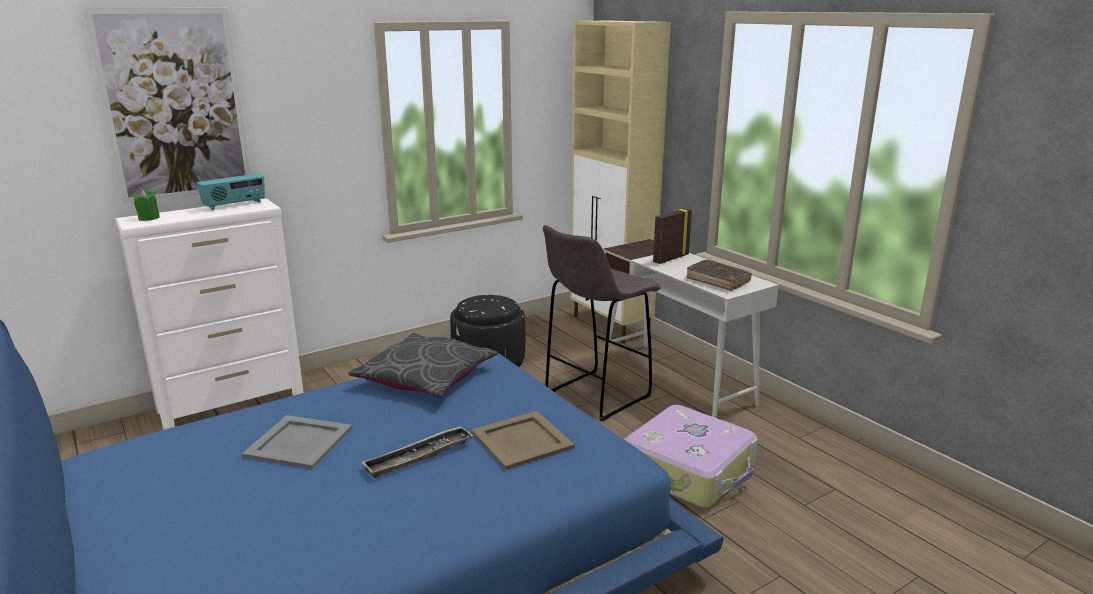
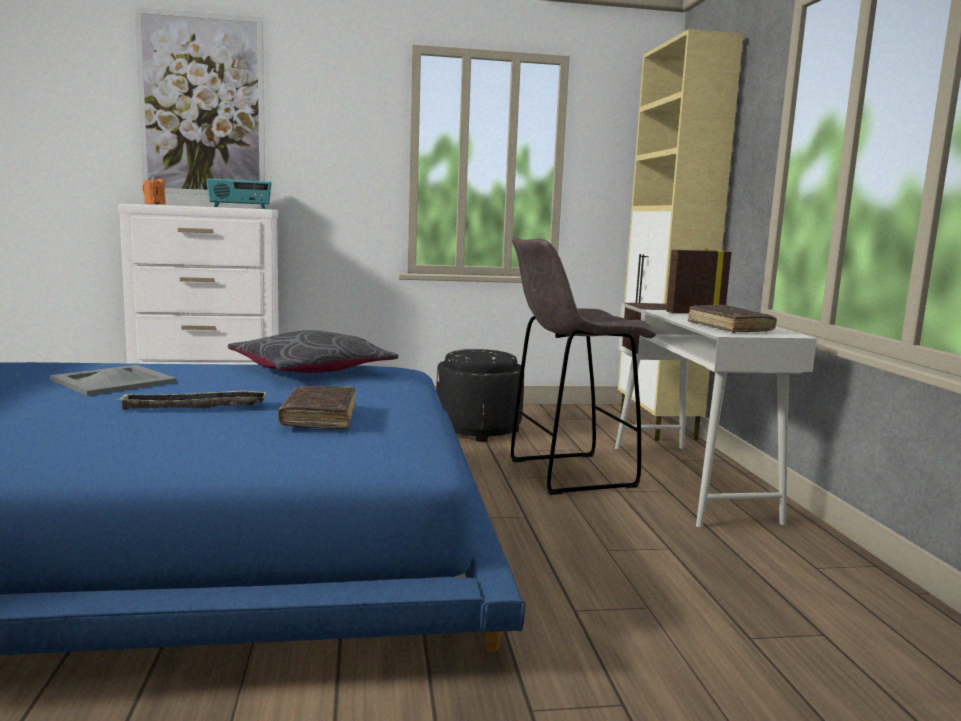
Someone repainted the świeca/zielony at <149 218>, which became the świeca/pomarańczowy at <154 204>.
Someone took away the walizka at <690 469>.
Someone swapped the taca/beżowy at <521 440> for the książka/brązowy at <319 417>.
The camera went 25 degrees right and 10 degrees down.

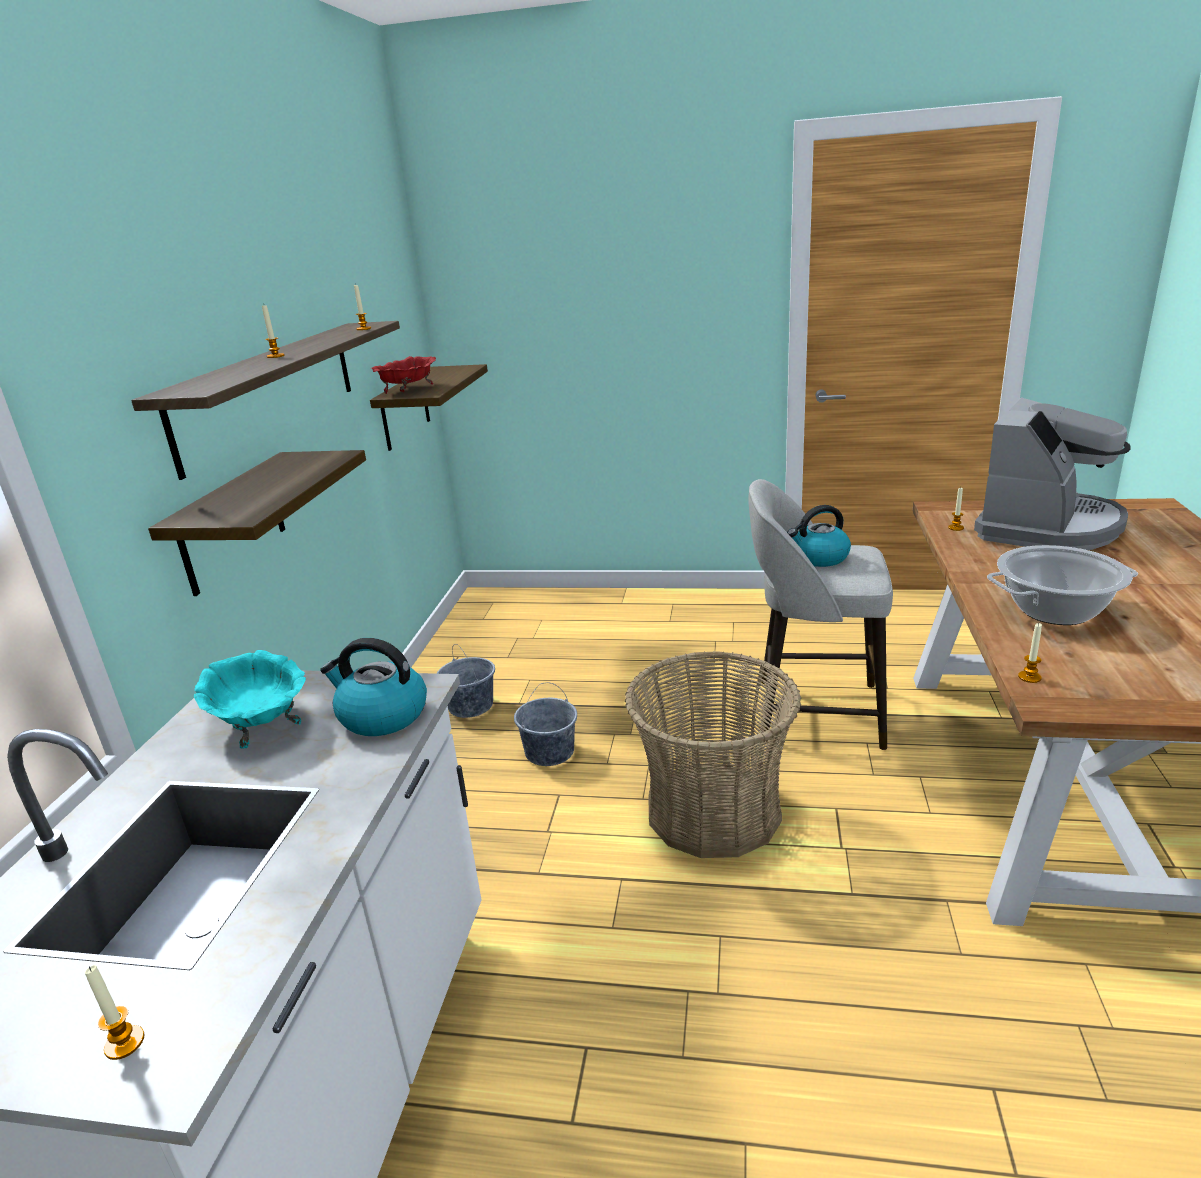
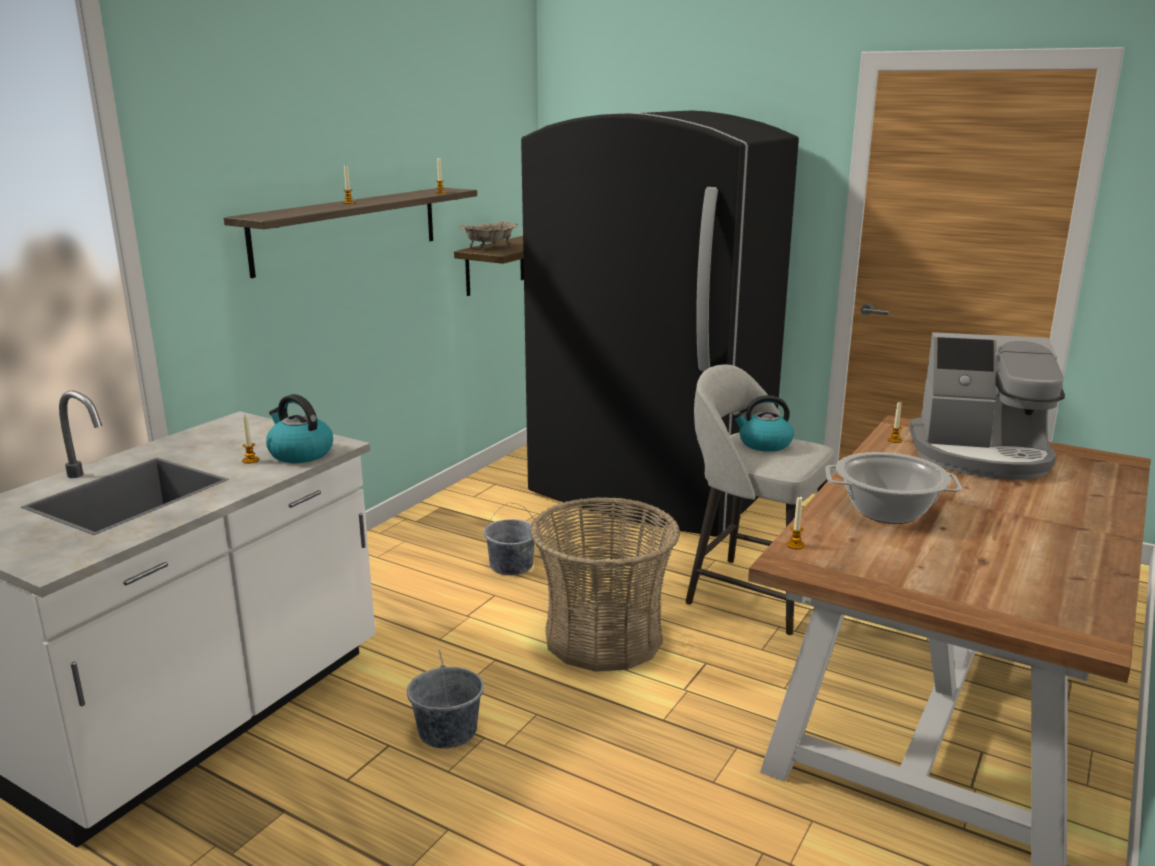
Someone repainted the miska/czerwony at <408 390>, which became the miska/beżowy at <490 248>.
Someone rotated the ekspres do kawy at <1047 527> by 45 degrees clockwise.
Someone took away the półka at <232 523>.
Someone carried the wiadro/szary from <471 706> to <447 731>.
Someone took away the miska/turkusowy at <259 723>.
Someone carried the świeca from <124 1043> to <250 460>.
Someone put down the lodówka/czarny at <649 492>.
The camera went 20 degrees right and 5 degrees down.

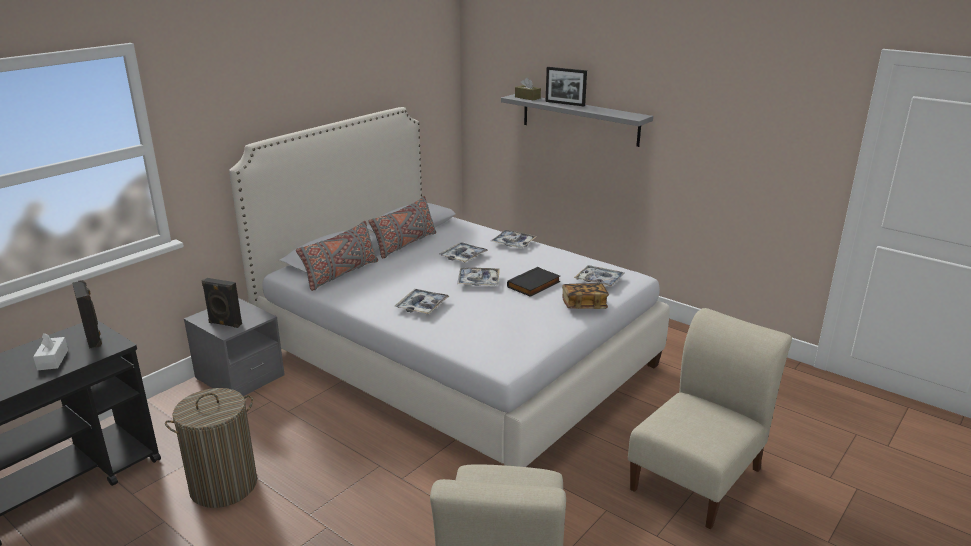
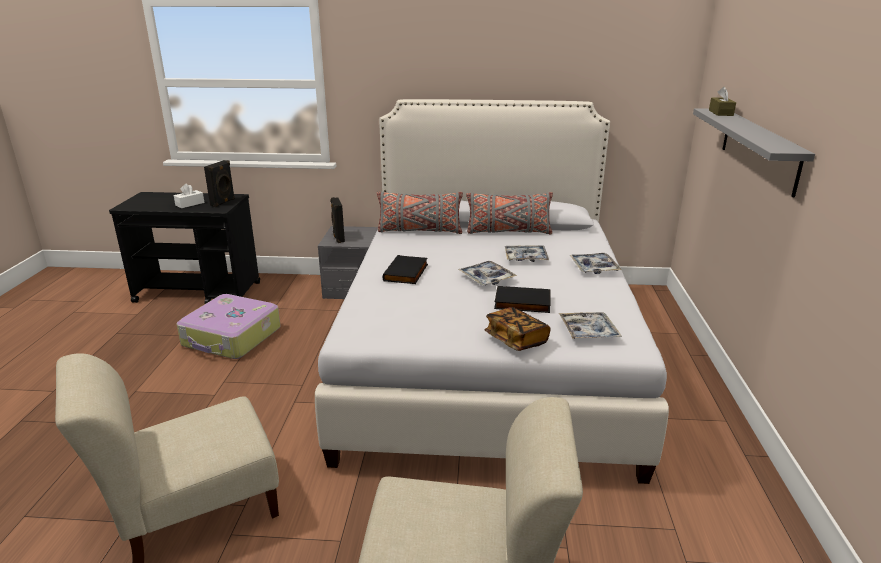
Someone took away the ramka na zdjęcie at <565 103>.
Someone swapped the taca at <422 306> for the książka/czarny at <407 273>.
Someone swapped the kosz na pranie at <224 486> for the walizka at <232 337>.
The camera went 55 degrees right and 0 degrees up.

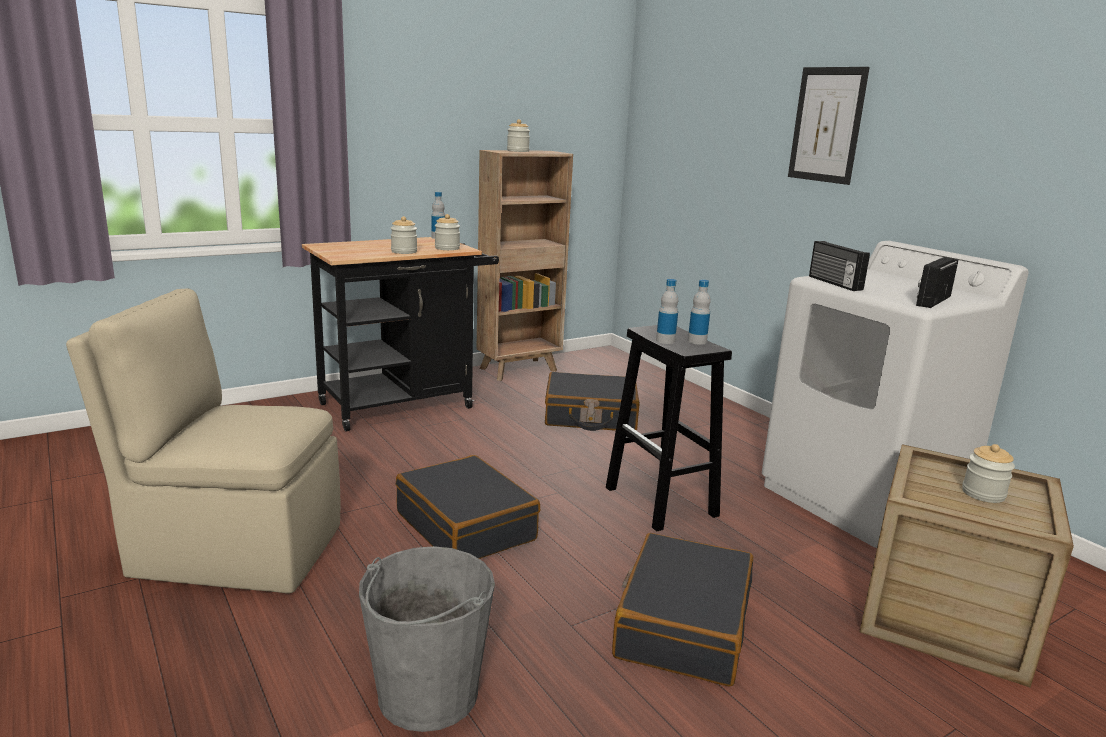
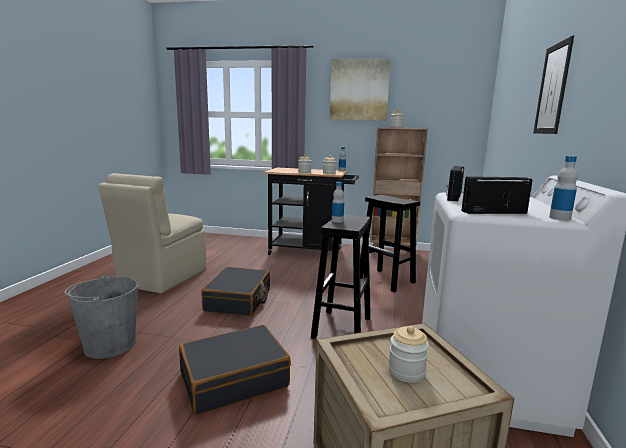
Someone carried the butelka from <697 341> to <559 218>.
Someone rotated the krzesło/beżowy at <234 549> by 120 degrees counterclockwise.
Someone swapped the walizka/czarny at <590 416> for the stołek/czarny at <387 280>.
Someone put up the obraz at <359 90>.
The camera went 45 degrees right and 5 degrees down.

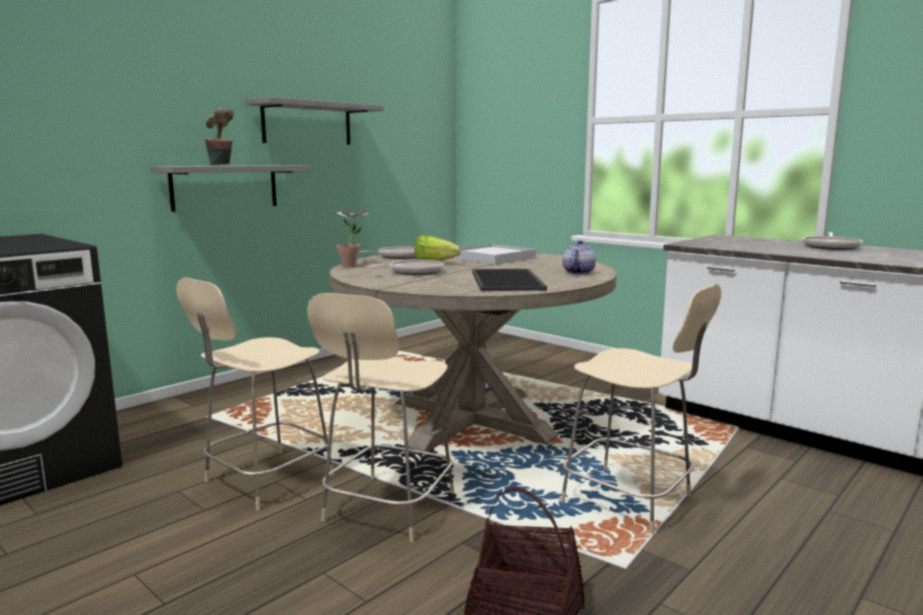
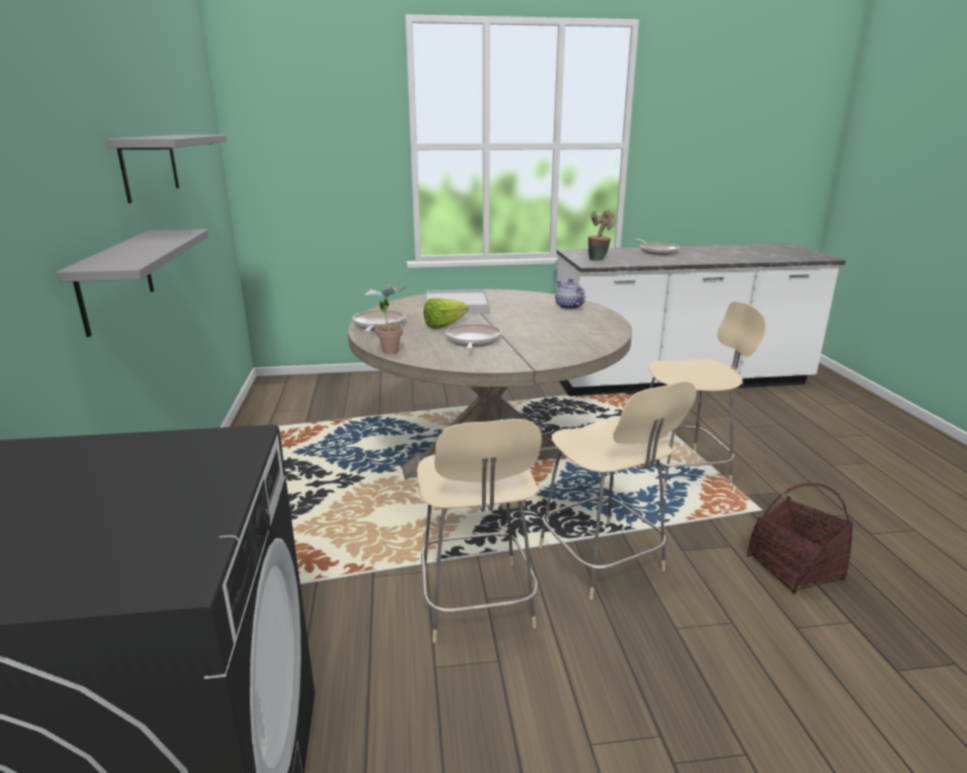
Someone carried the roślina doniczkowa from <221 165> to <598 259>.
Someone took away the taca at <508 281>.
The camera went 50 degrees left and 10 degrees up.

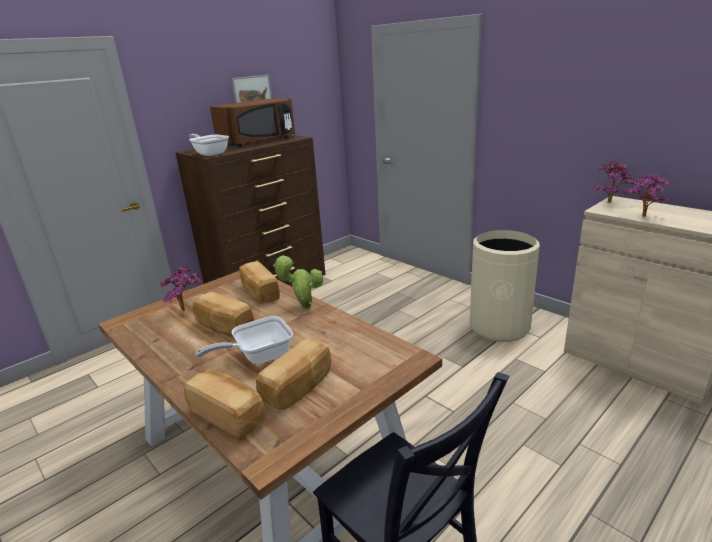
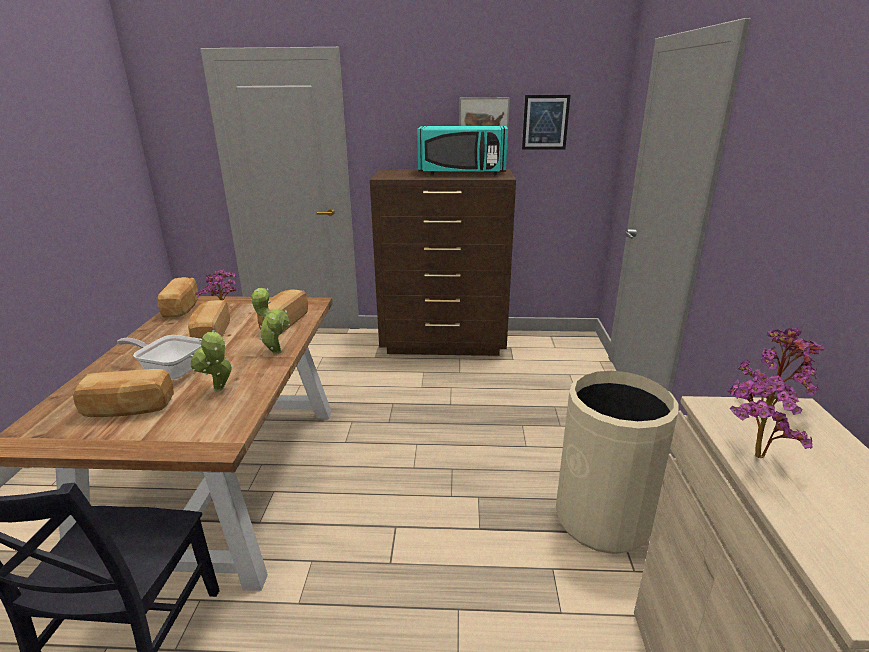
Someone repainted the mikrofalówka/brązowy at <259 141>, which became the mikrofalówka/turkusowy at <462 173>.
Someone took away the patelnia at <210 153>.
Someone carried the chleb from <228 416> to <183 308>.
Someone put up the obraz at <545 122>.
Someone put down the roślina doniczkowa at <219 390>.
The camera went 45 degrees right and 0 degrees up.

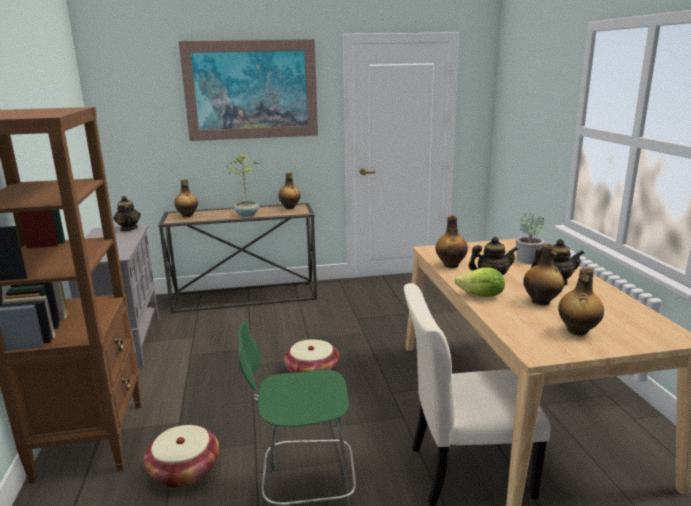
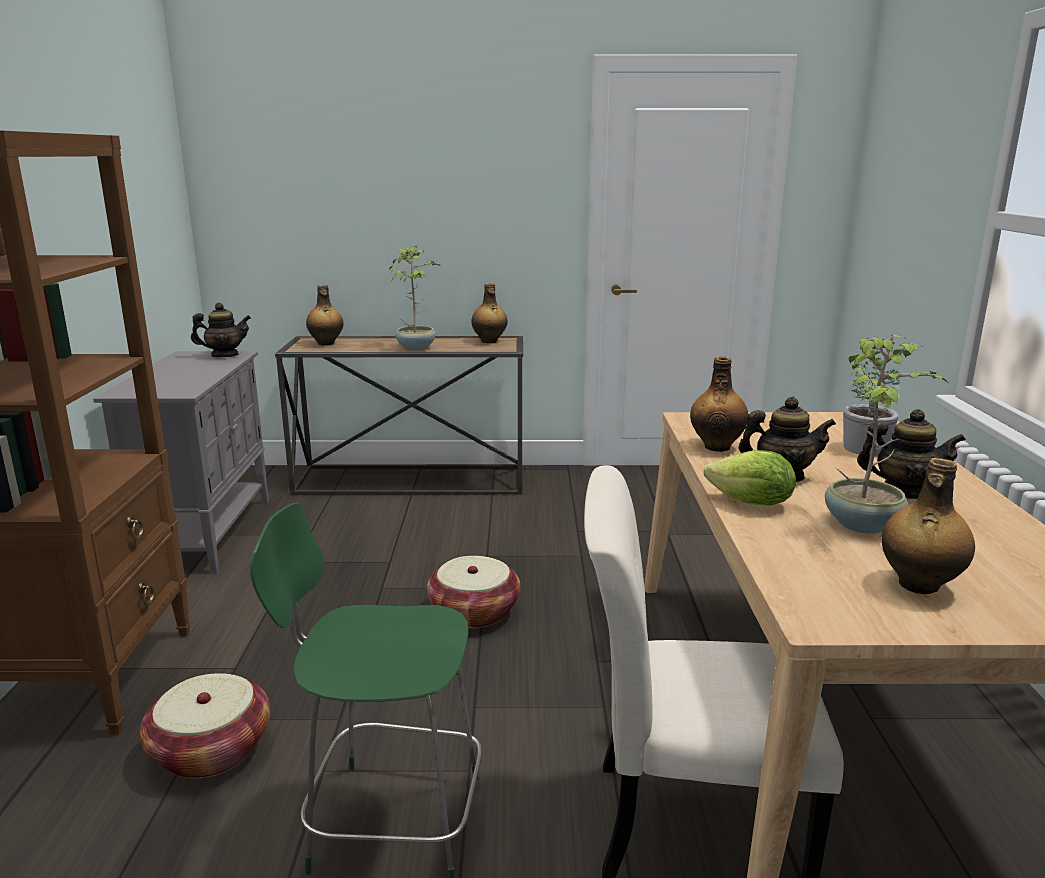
Someone took away the obraz at <251 90>.
Someone rotated the imbryk at <128 229> by 90 degrees clockwise.
Someone swapped the butelka at <541 302> for the roślina doniczkowa at <864 524>.
The camera went 10 degrees right and 0 degrees up.

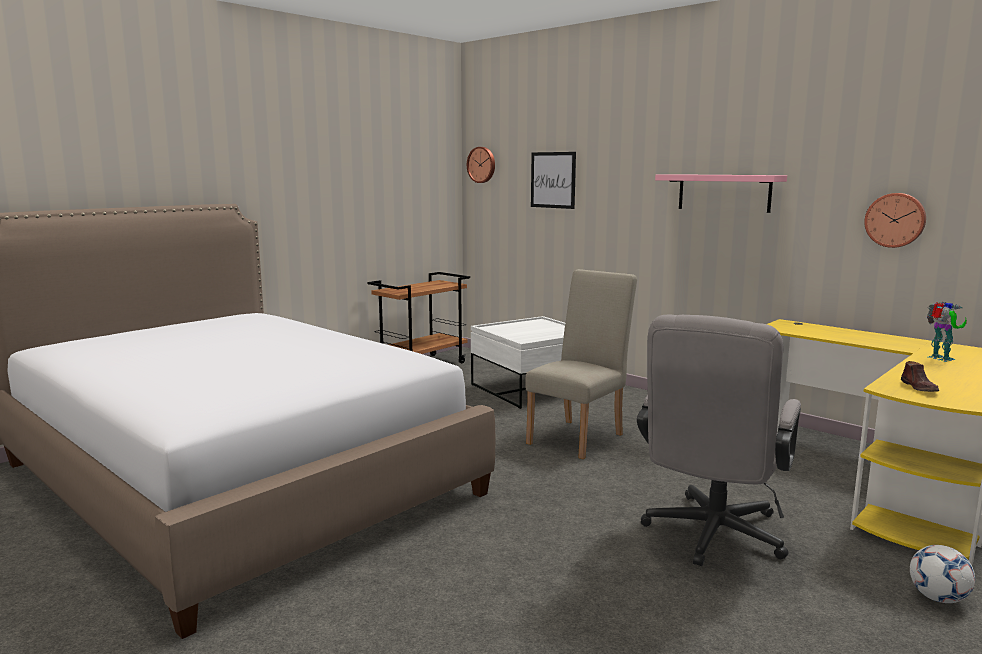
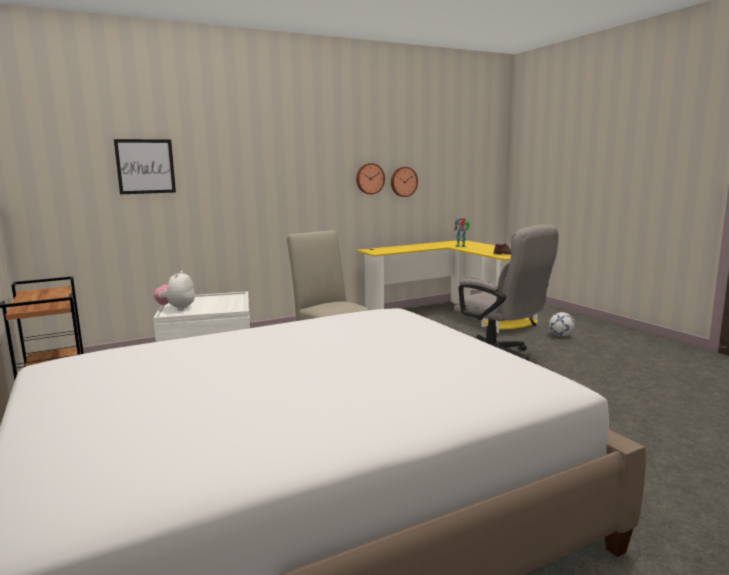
Someone carried the zegar ścienny from <482 165> to <369 178>.
Someone took away the półka/różowy at <724 192>.
Someone put down the pluszak at <177 309>.
The camera went 70 degrees left and 0 degrees up.

